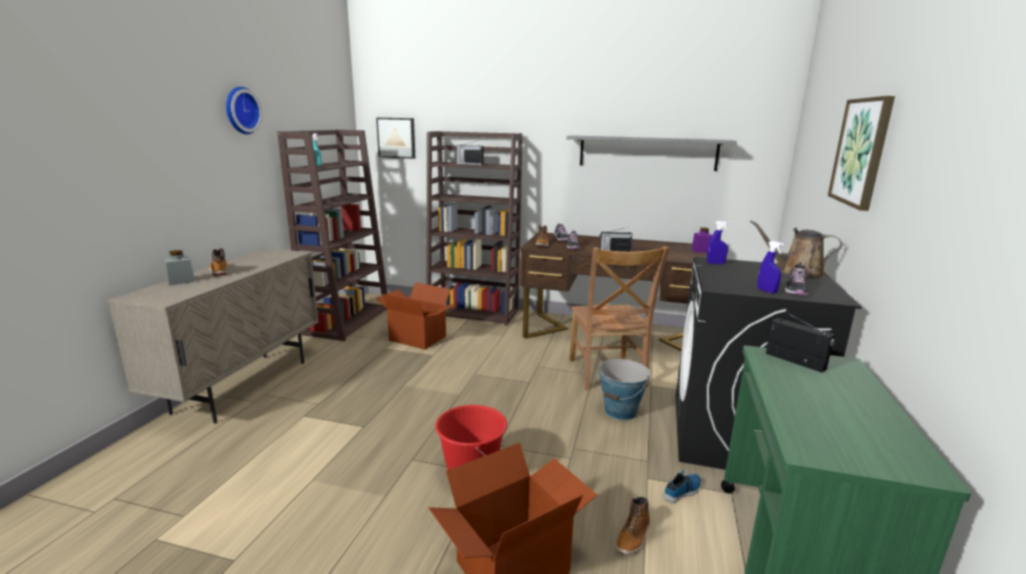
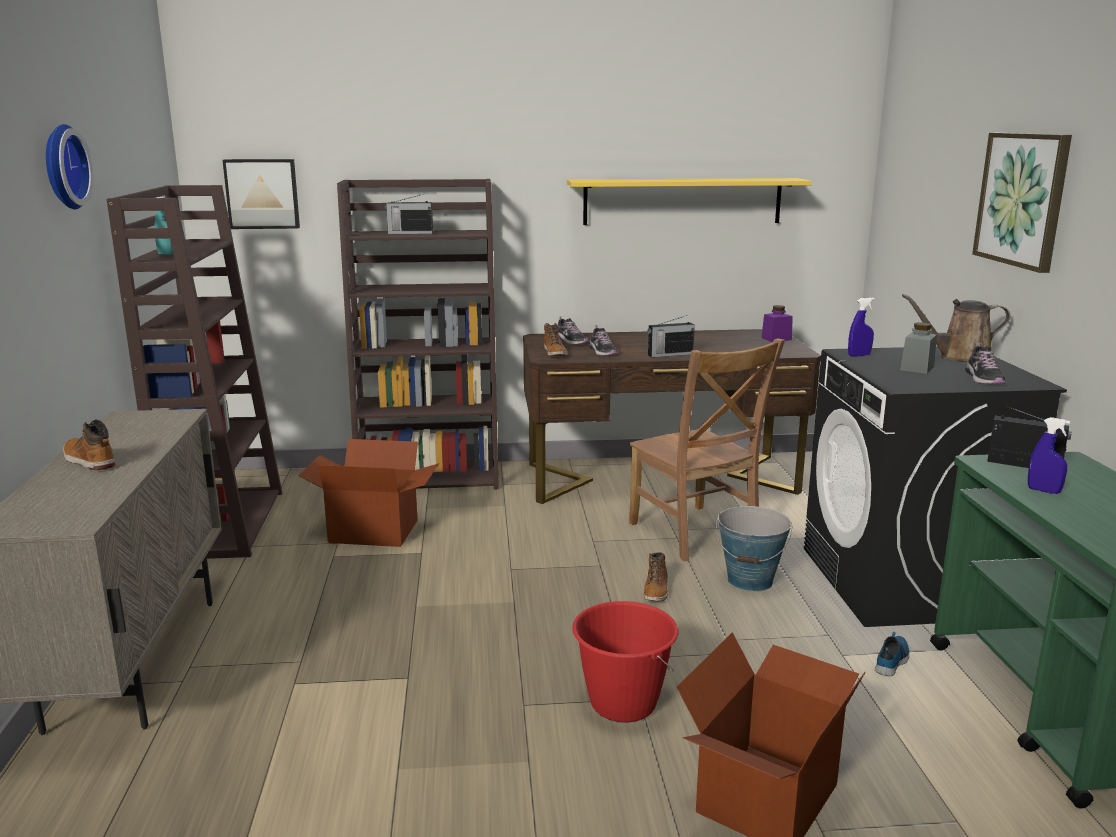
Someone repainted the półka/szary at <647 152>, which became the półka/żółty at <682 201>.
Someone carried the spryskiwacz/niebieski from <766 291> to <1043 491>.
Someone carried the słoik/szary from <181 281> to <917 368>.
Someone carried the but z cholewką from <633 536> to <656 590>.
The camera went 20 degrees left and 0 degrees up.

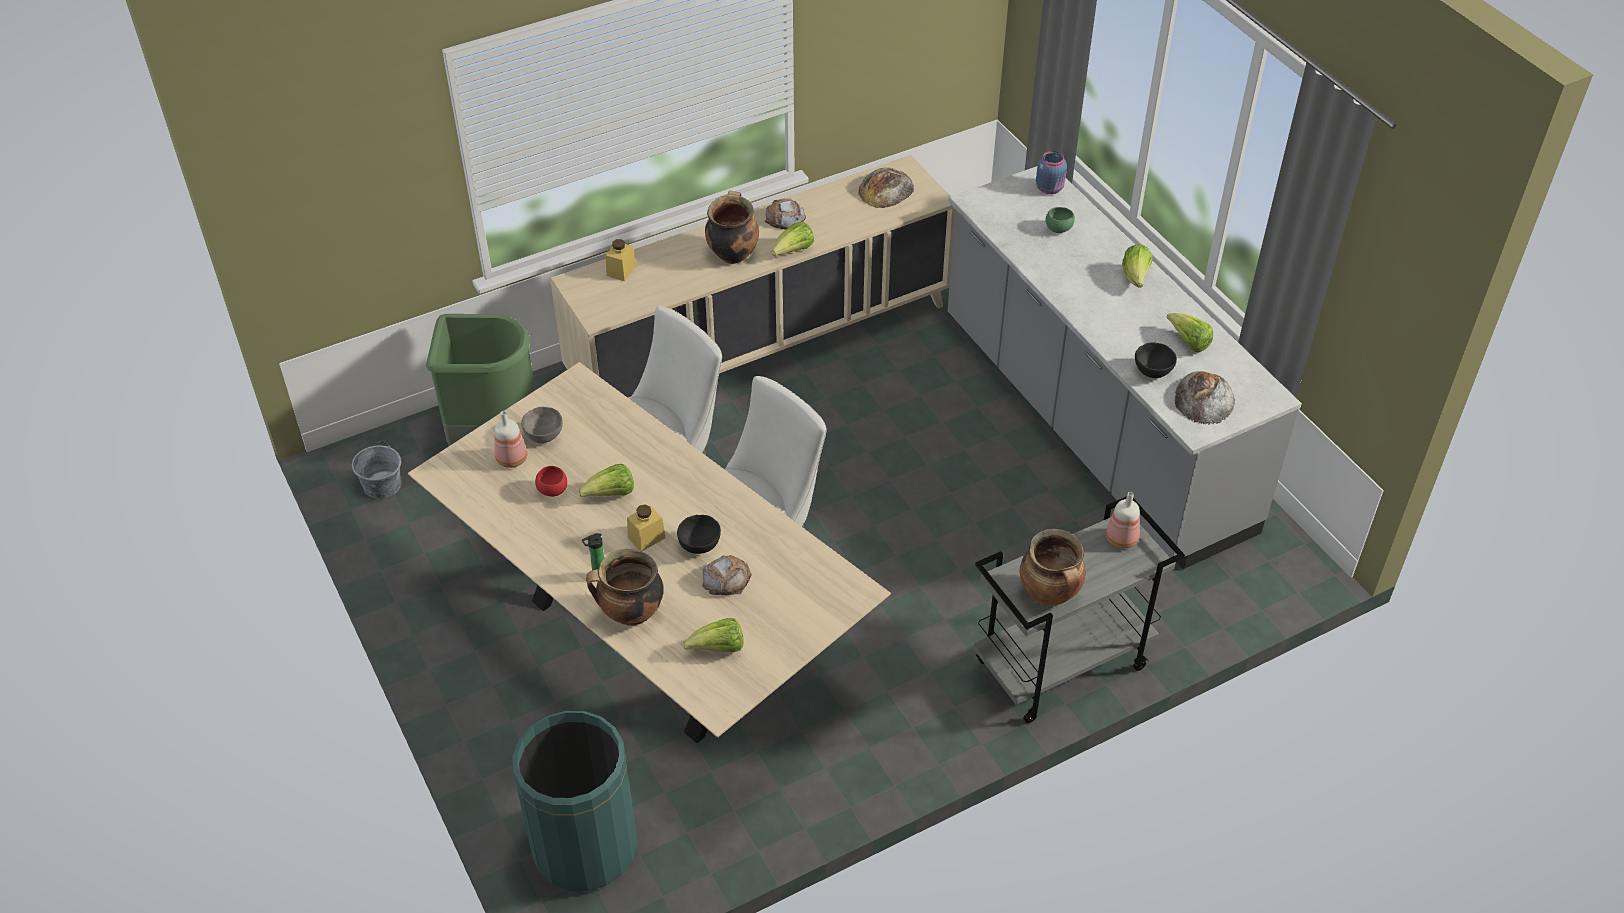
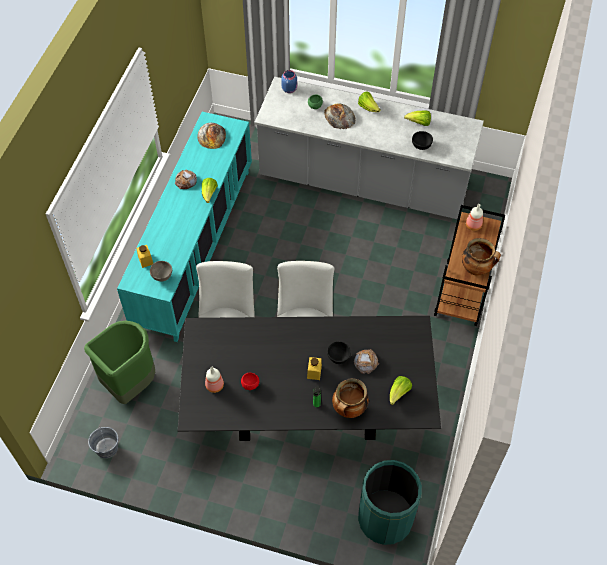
Someone repainted the szafka/beżowy at <761 345>, which became the szafka/turkusowy at <194 248>.
Someone took away the garnek at <732 254>.
Someone repainted the stół jadalny/beżowy at <653 639>, which became the stół jadalny/czarny at <308 413>.
Someone carried the chleb from <1204 398> to <339 116>.
Someone carried the miska/szary from <544 435> to <162 275>.
Someone took away the sałata at <611 494>.
Someone repainted the wózek/szary at <1060 666>, which became the wózek/brązowy at <462 293>.
The camera went 45 degrees left and 10 degrees up.

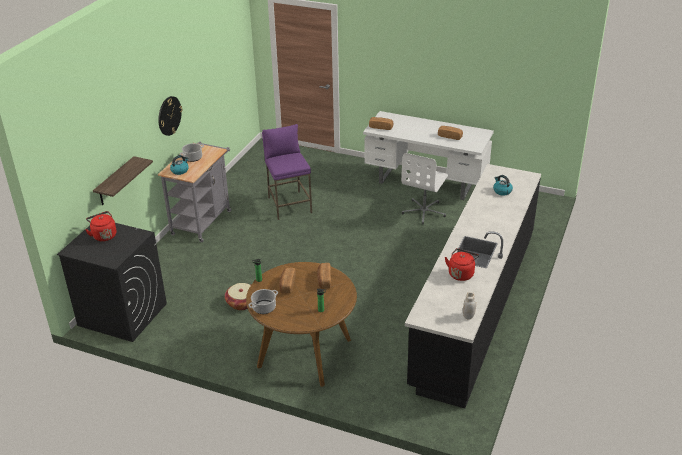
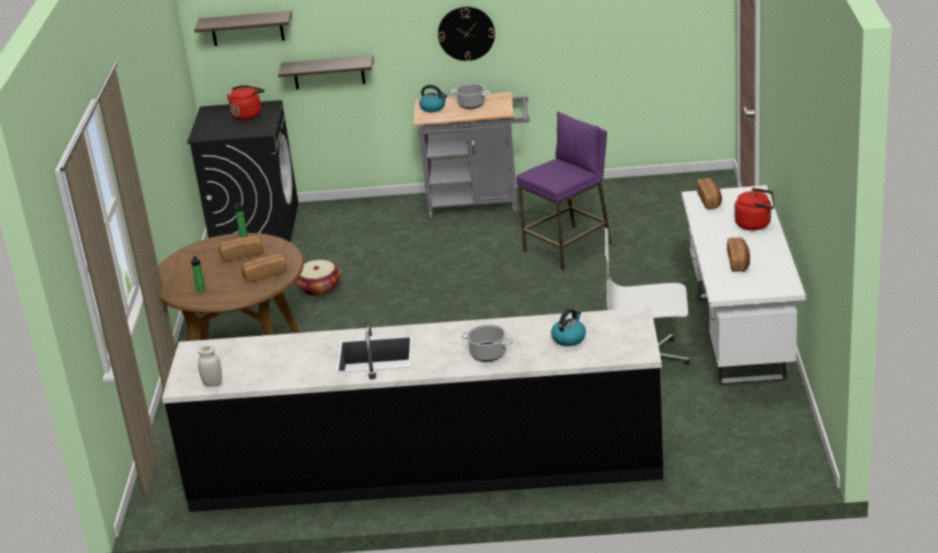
Someone carried the czajnik/czerwony from <461 273> to <755 224>.
Someone carried the garnek from <264 307> to <488 353>.
Someone put up the półka at <247 28>.
The camera went 70 degrees right and 5 degrees down.

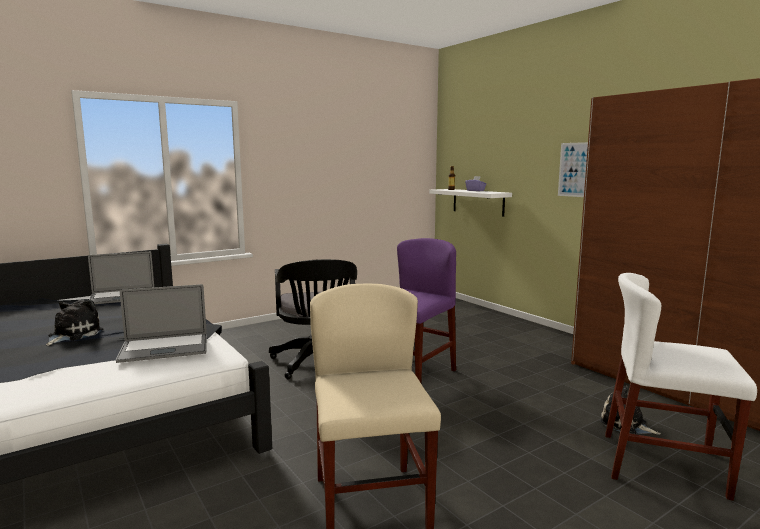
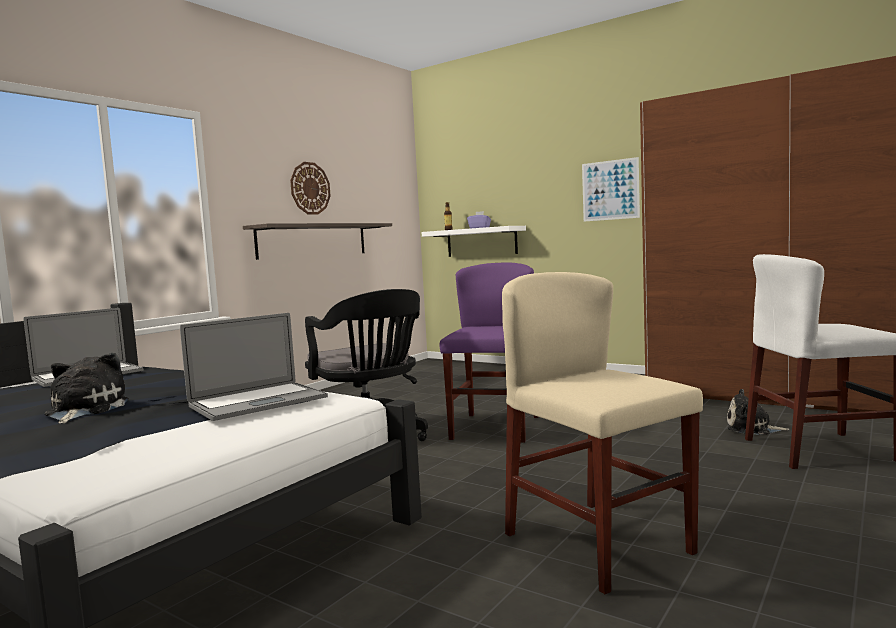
Someone put up the zegar ścienny at <310 188>.
Someone put up the półka at <313 240>.
The camera went 20 degrees left and 5 degrees down.

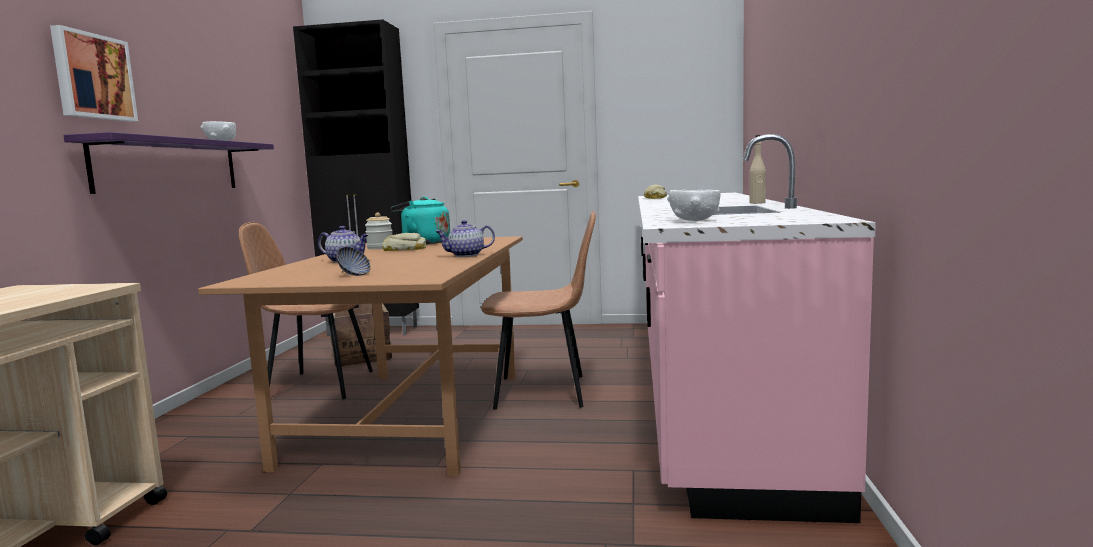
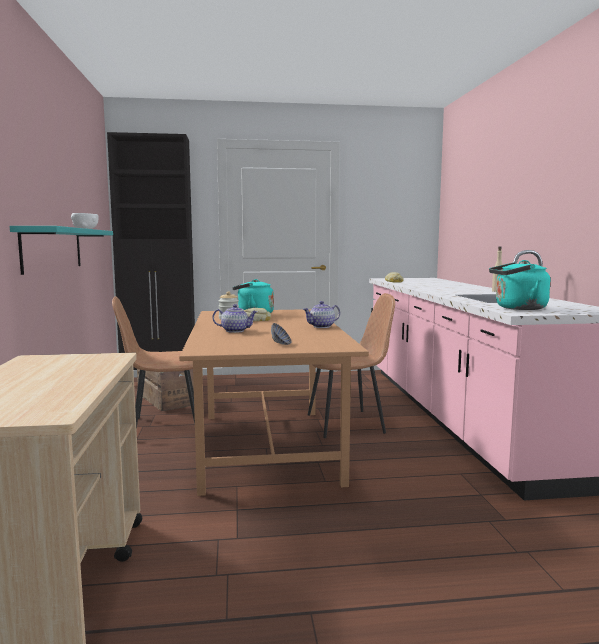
Someone took away the obraz at <92 77>.
Someone repainted the półka/fioletowy at <169 165>, which became the półka/turkusowy at <53 249>.
Someone swapped the miska/biały at <694 220> for the czajnik/turkusowy at <517 308>.
The camera went 15 degrees left and 0 degrees up.

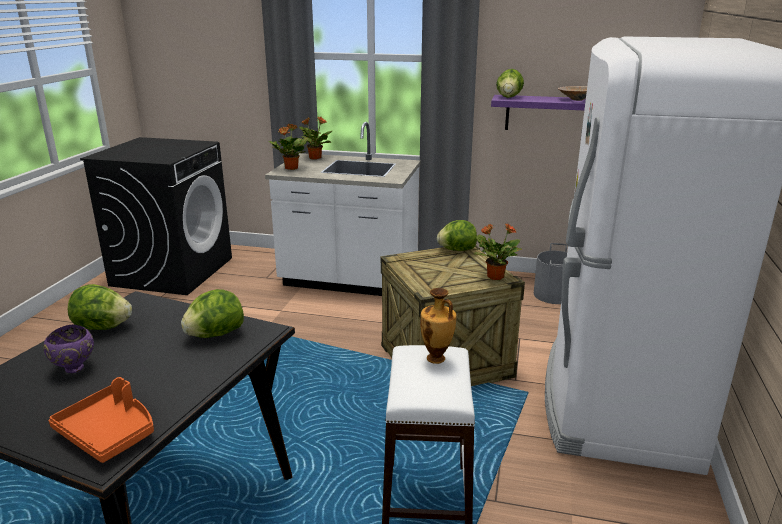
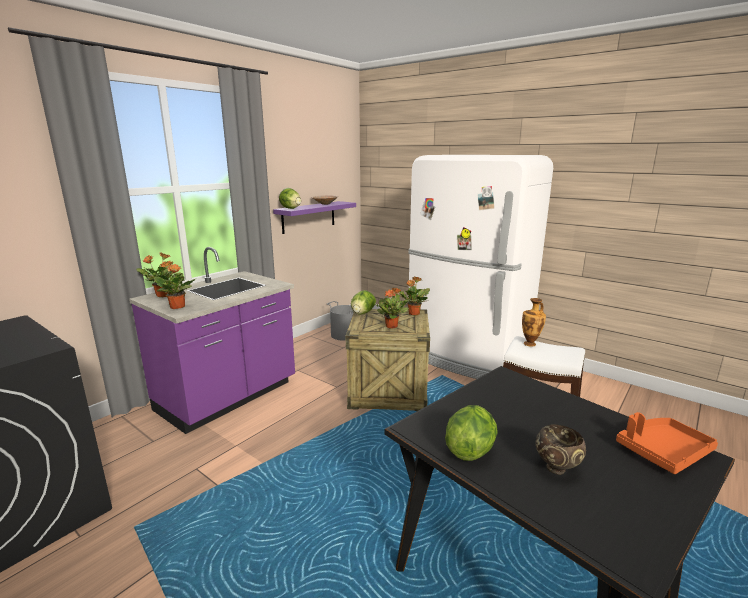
Someone repainted the zabudowa kuchenna/biały at <349 281>, which became the zabudowa kuchenna/fioletowy at <228 397>.
Someone took away the sałata at <215 334>.
Someone repainted the miska/fioletowy at <74 369>, which became the miska/brązowy at <557 469>.
Someone put down the roślina doniczkowa at <392 326>.
The camera went 65 degrees left and 5 degrees down.

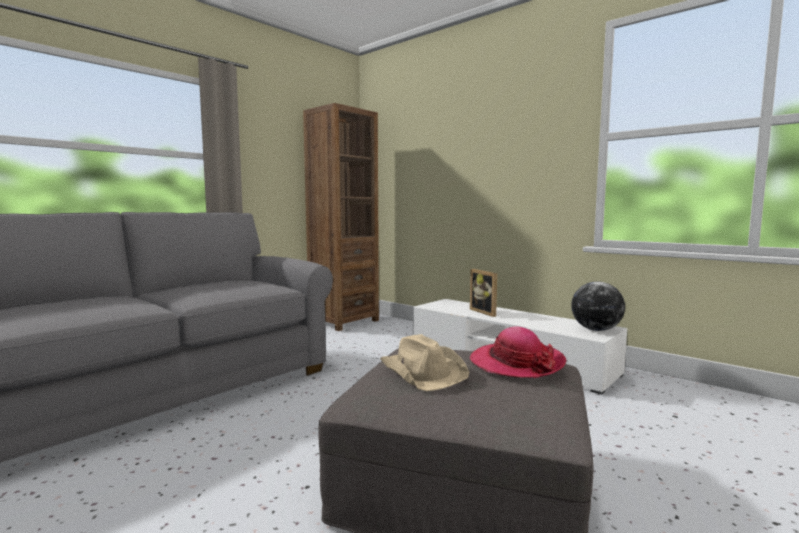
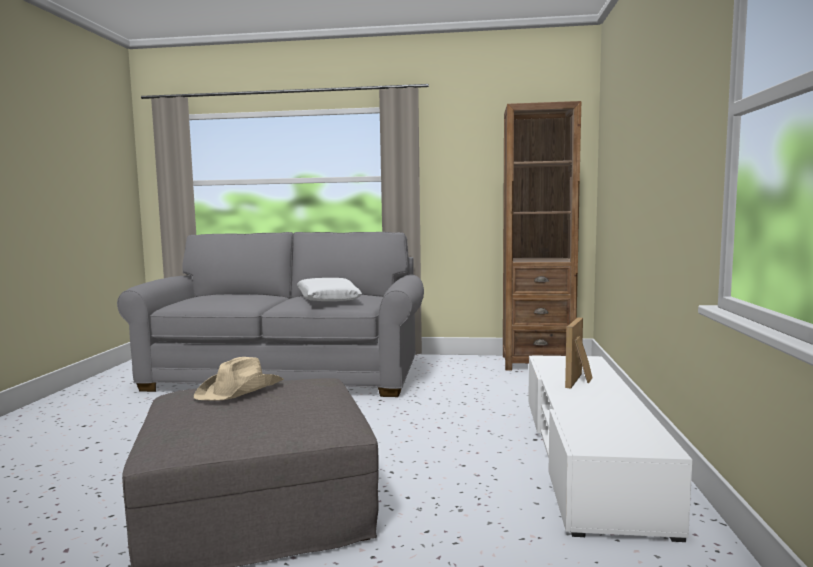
Someone took away the globus at <596 330>.
Someone took away the kapelusz at <516 363>.
Someone put down the poduszka/biały at <327 299>.
The camera went 55 degrees right and 0 degrees up.

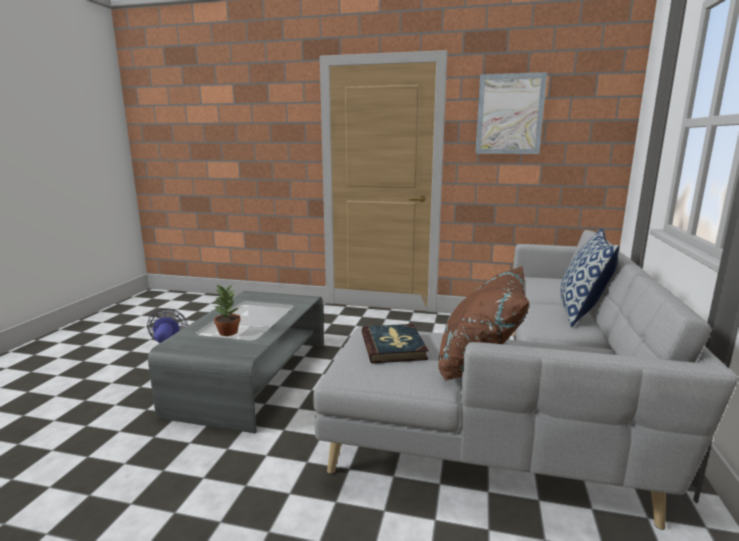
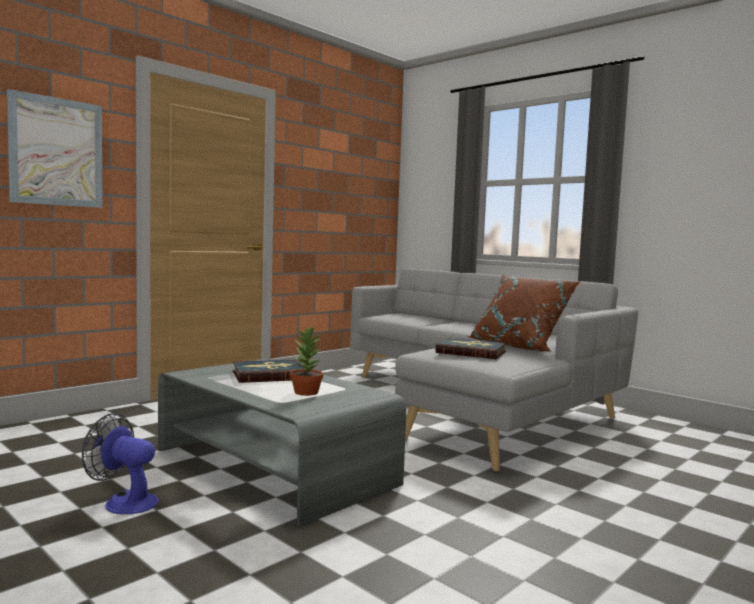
Someone carried the obraz from <509 114> to <56 152>.
Someone took away the poduszka at <581 313>.
Someone put down the książka at <269 375>.
The camera went 60 degrees left and 10 degrees down.

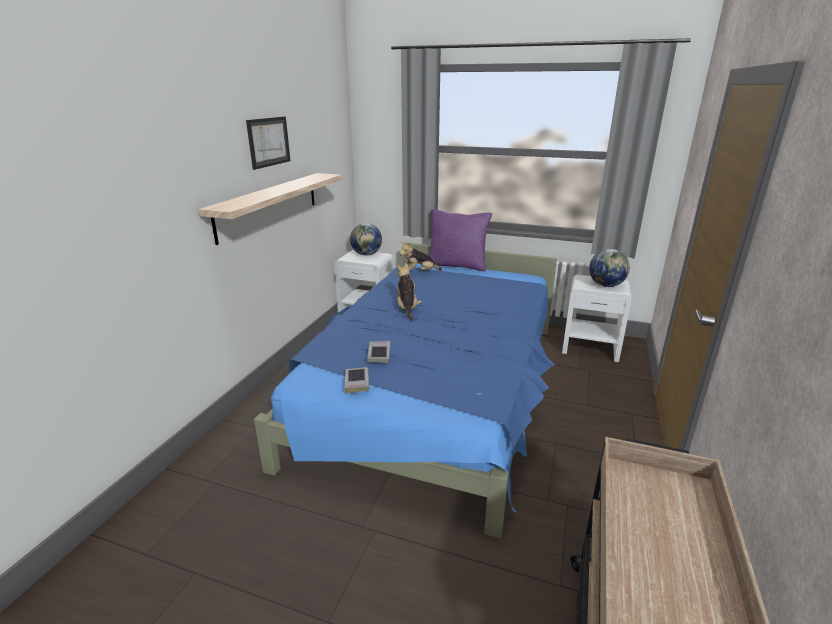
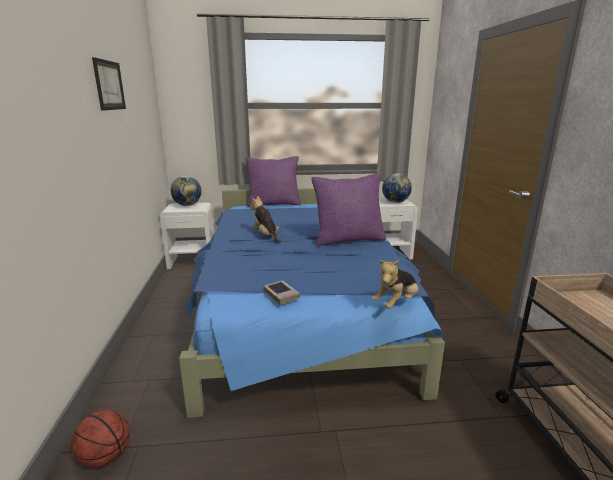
Someone took away the półka at <269 205>.
Someone carried the pluszak from <419 273> to <396 303>.
Someone took away the książka at <379 354>.
Someone put down the poduszka/fioletowy at <348 239>.
Someone put down the piłka do koszykówki at <105 457>.
The camera went 25 degrees left and 5 degrees down.

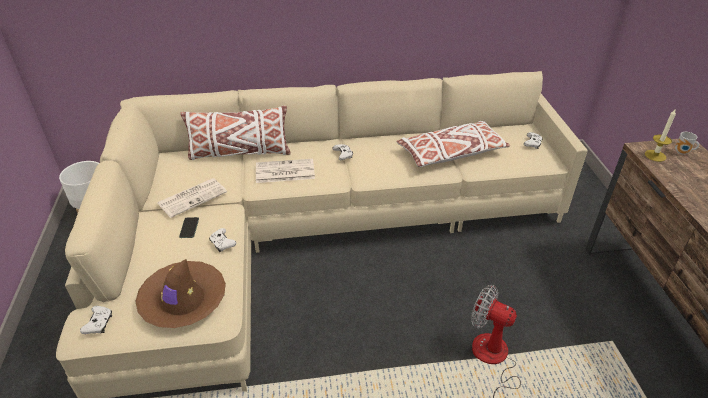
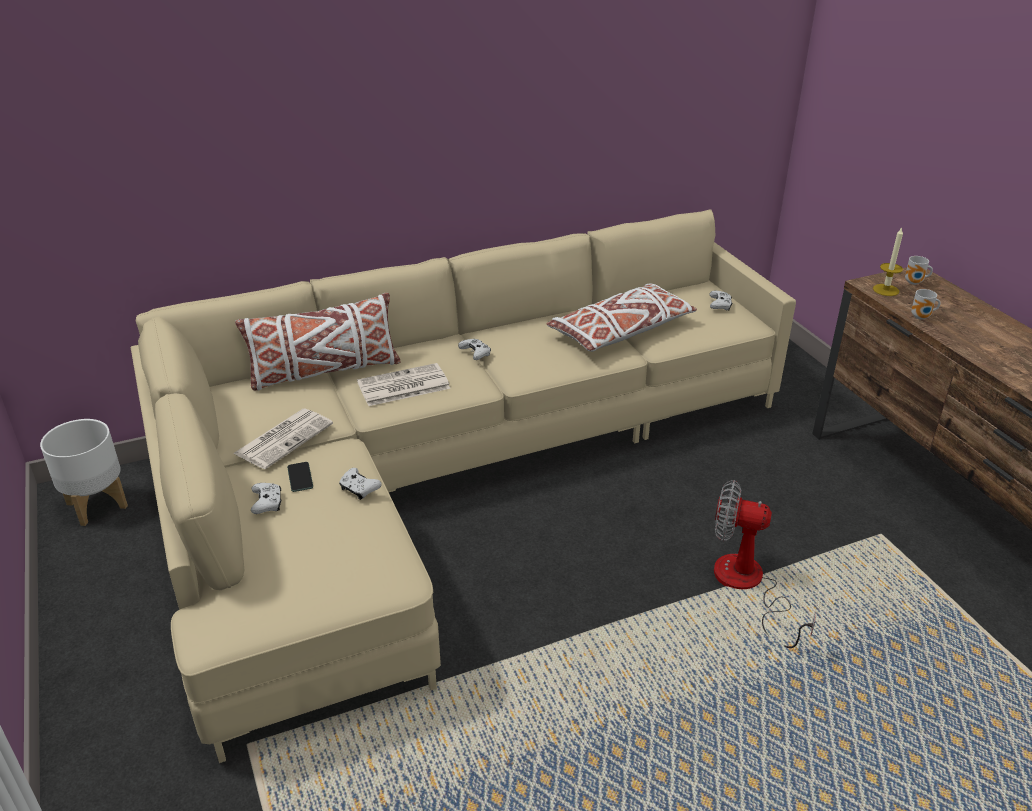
Someone took away the kapelusz/brązowy at <183 300>.
Someone carried the pad do gier/biały from <99 324> to <267 503>.
Someone put down the kubek at <921 317>.
The camera went 15 degrees left and 5 degrees down.

